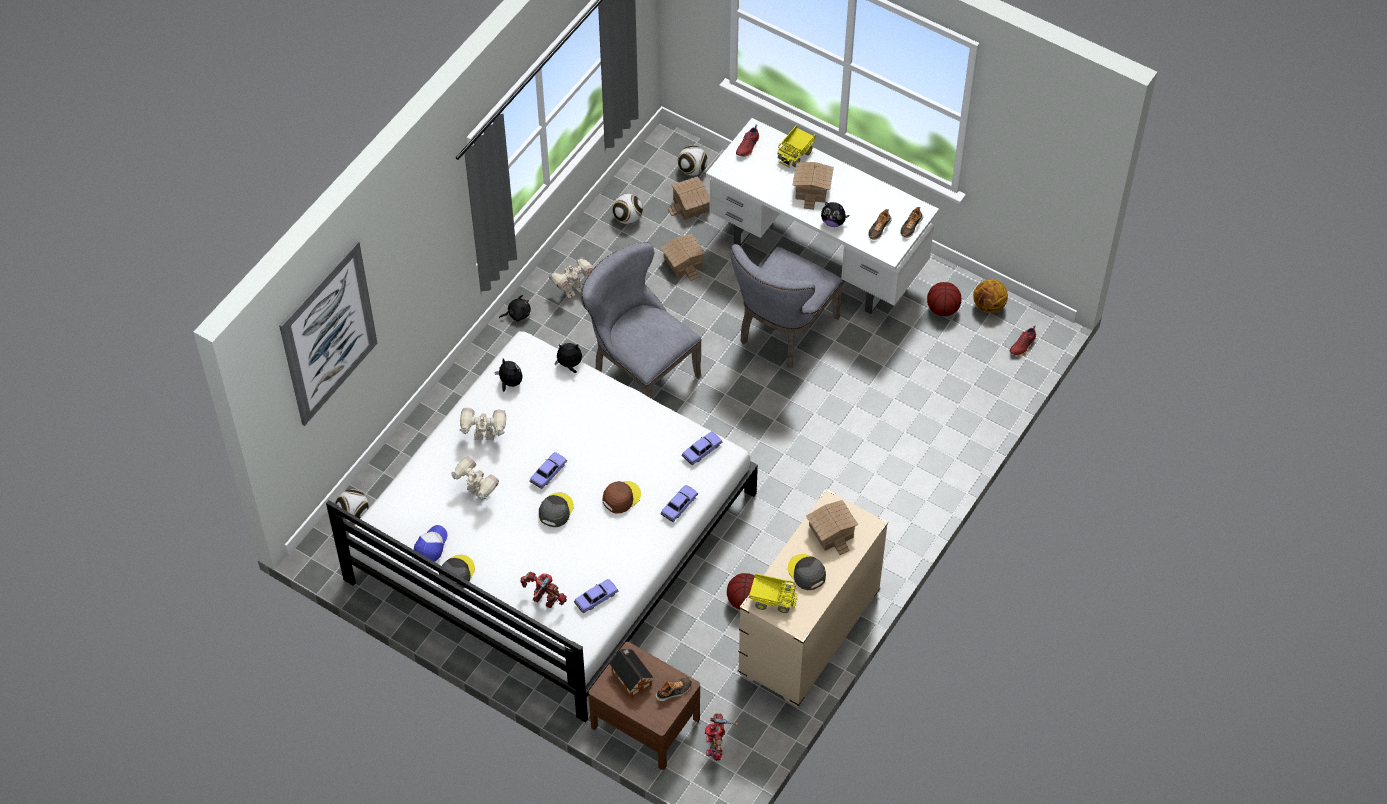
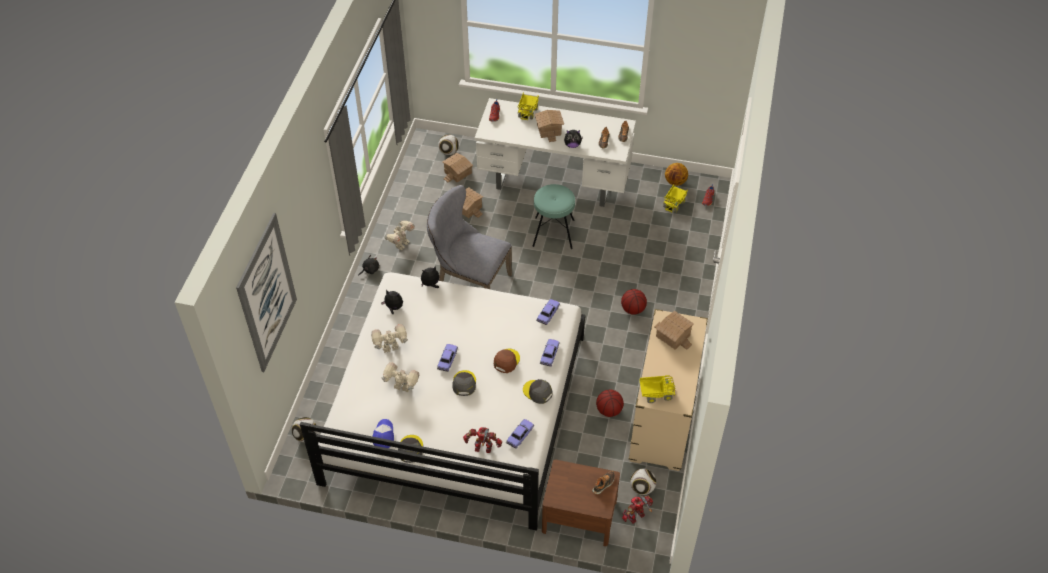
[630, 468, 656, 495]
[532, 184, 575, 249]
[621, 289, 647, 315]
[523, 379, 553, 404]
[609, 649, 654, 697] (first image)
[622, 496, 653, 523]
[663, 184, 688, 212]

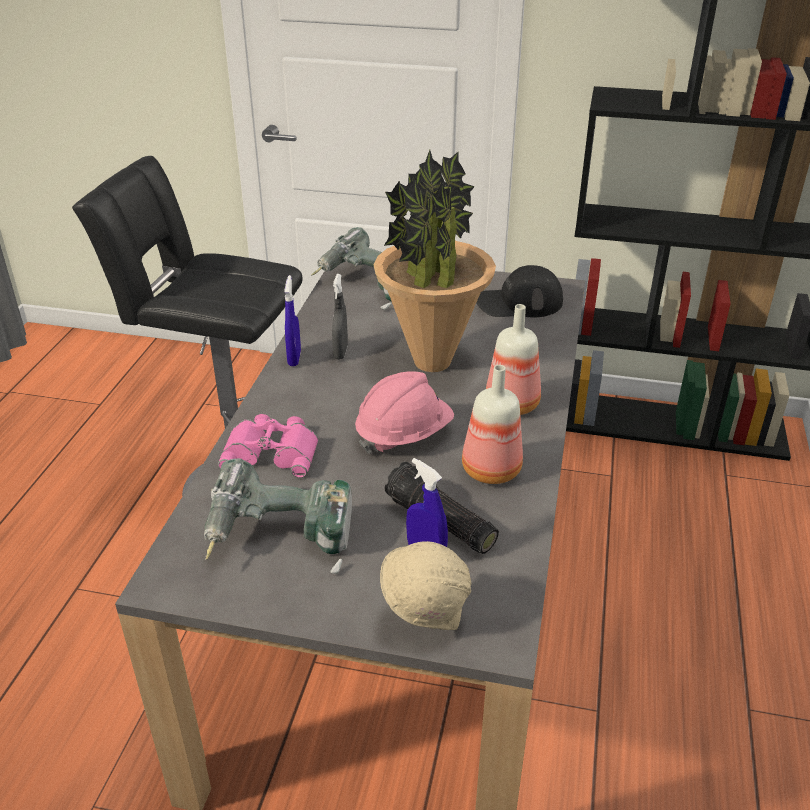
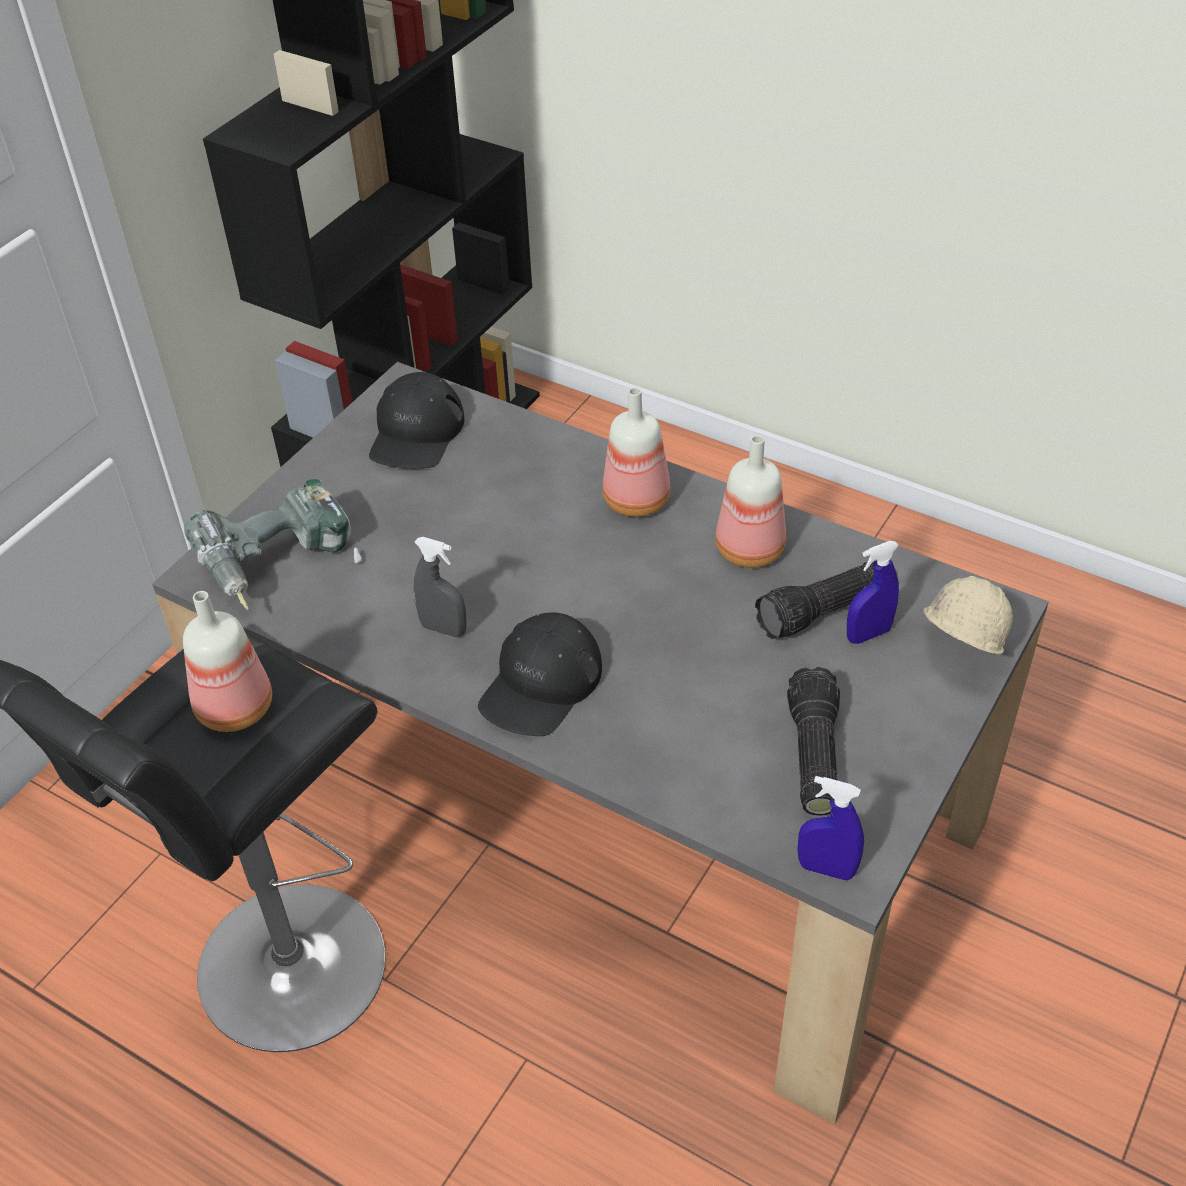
[374, 150, 496, 372] (first image)
[797, 776, 864, 881]
[355, 371, 454, 454] (first image)
[218, 414, 318, 478] (first image)
[787, 667, 840, 816]
[183, 591, 272, 732]
[478, 612, 602, 736]

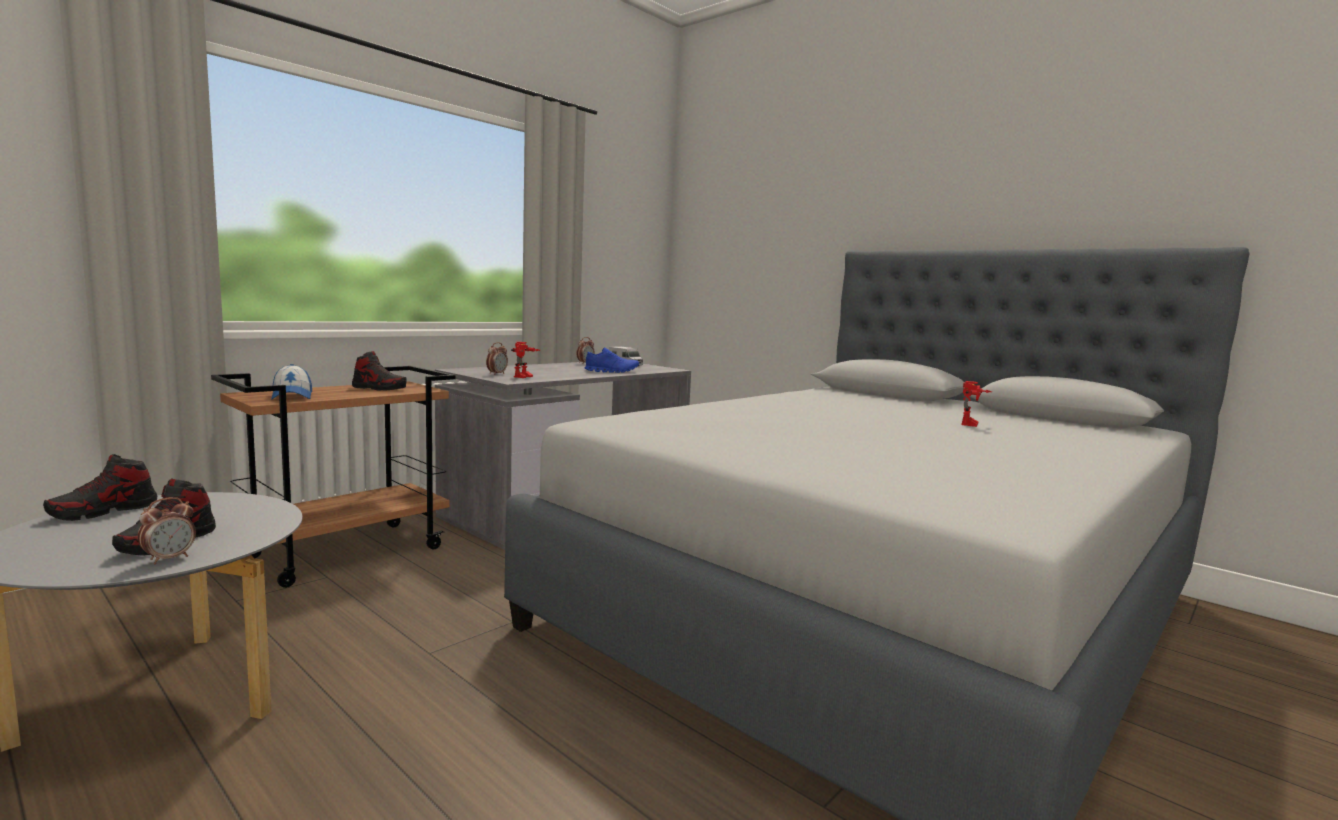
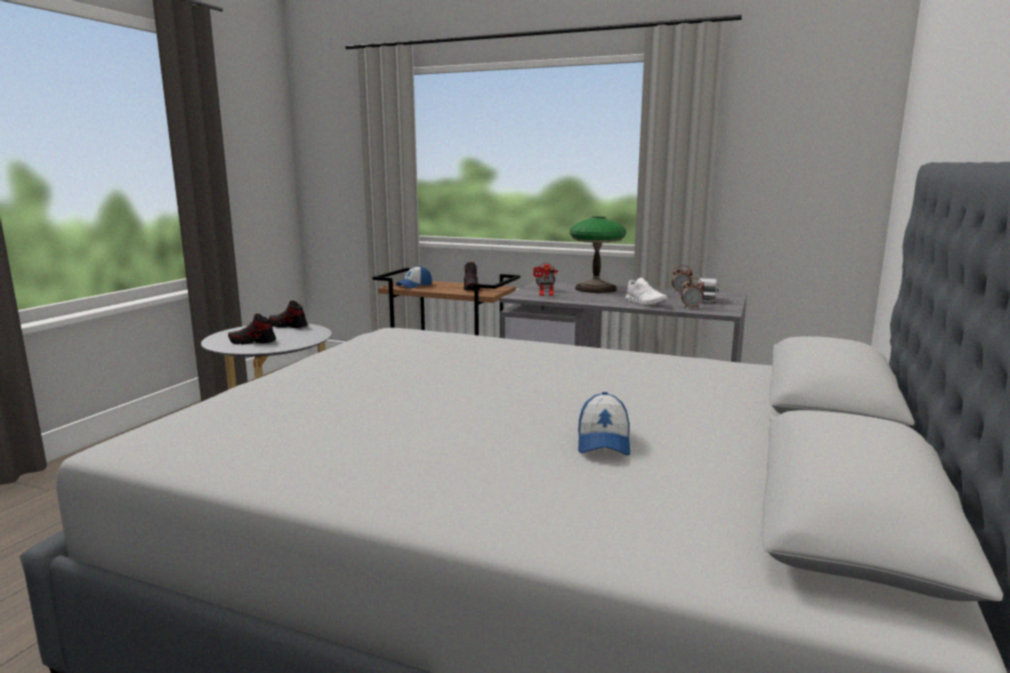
[625, 278, 667, 305]
[578, 392, 630, 455]
[681, 278, 705, 309]
[570, 217, 626, 293]

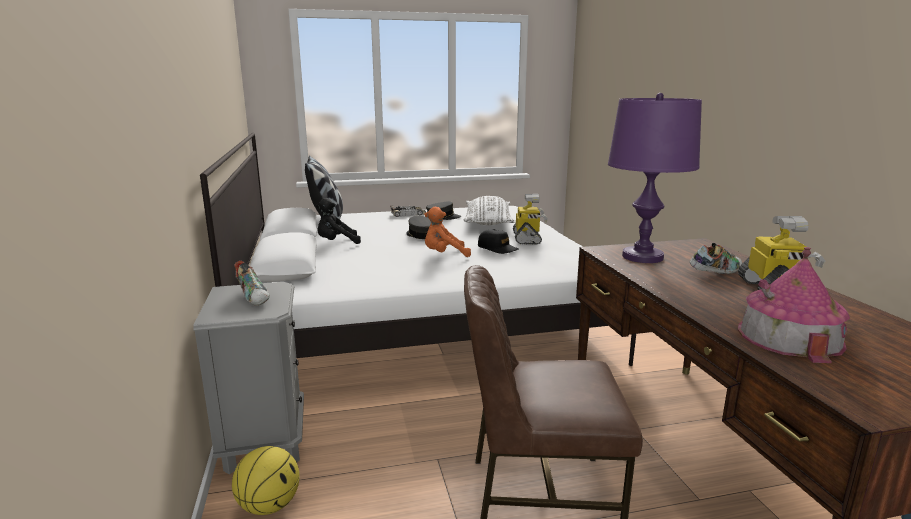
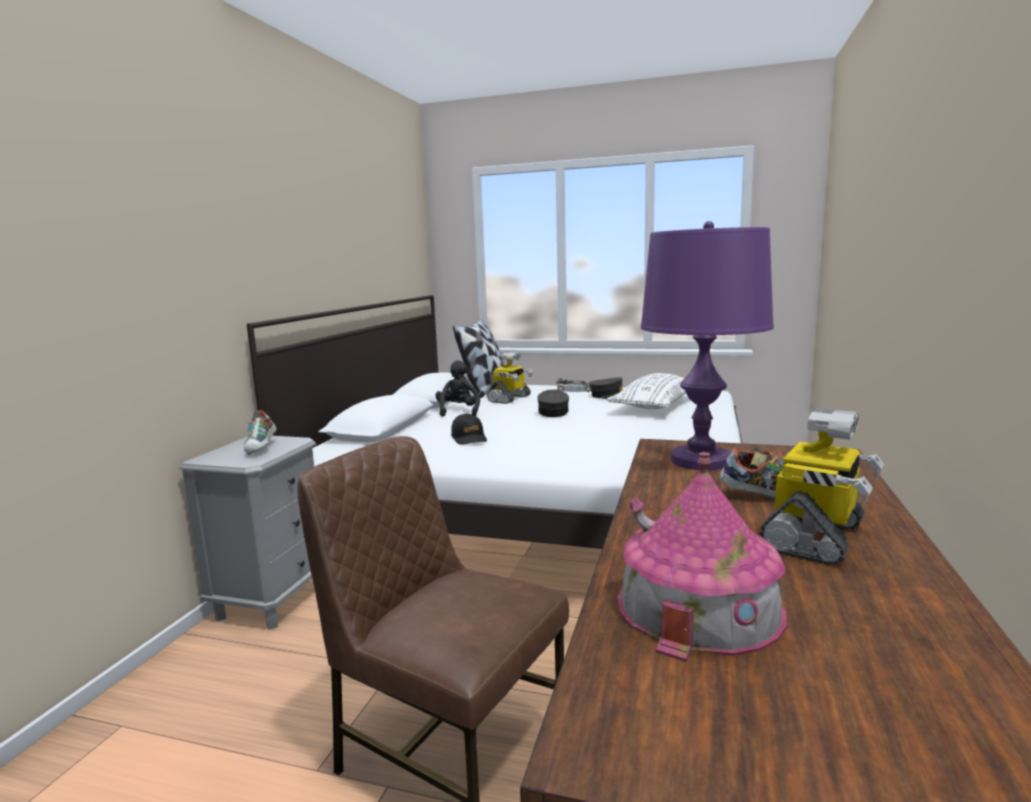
[487, 352, 533, 404]
[435, 360, 480, 417]
[424, 207, 471, 257] (first image)
[451, 414, 487, 445]
[232, 446, 300, 515] (first image)

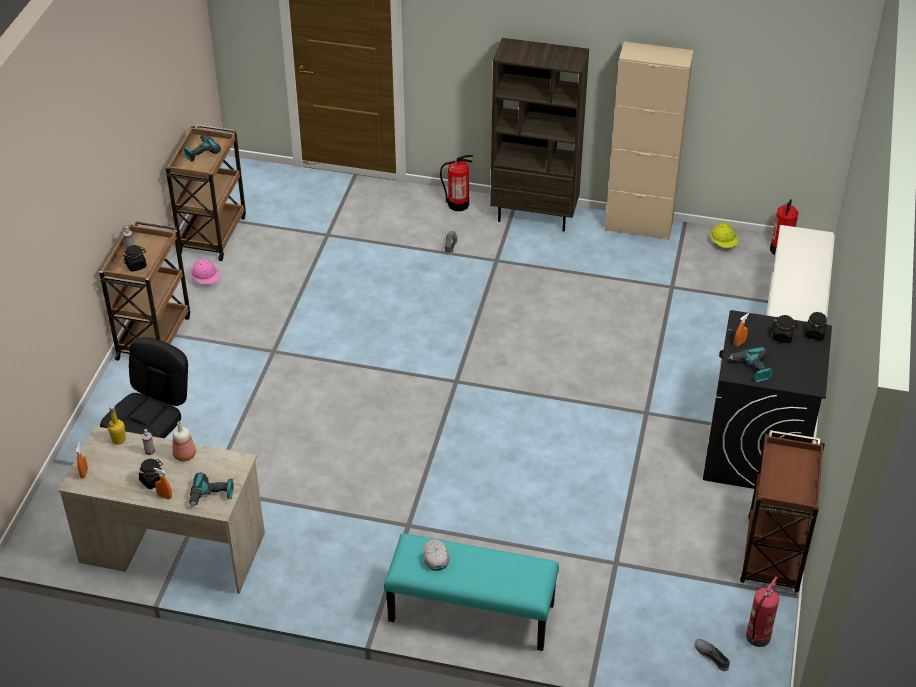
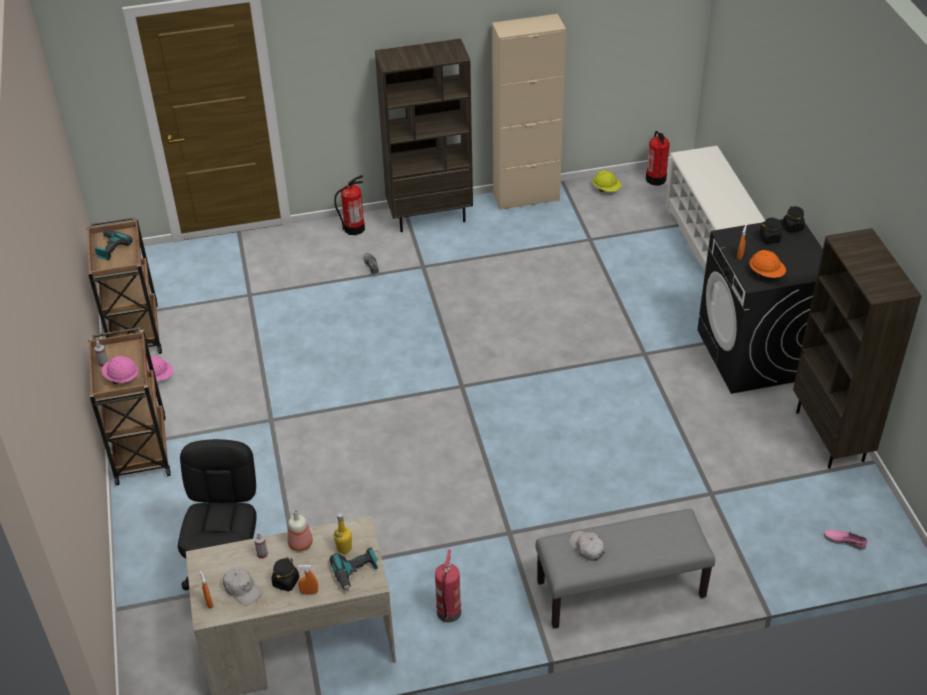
[102, 356, 138, 384]
[749, 250, 786, 278]
[334, 513, 352, 554]
[793, 228, 922, 469]
[535, 509, 715, 629]
[435, 550, 461, 623]
[824, 530, 867, 550]
[223, 568, 263, 606]

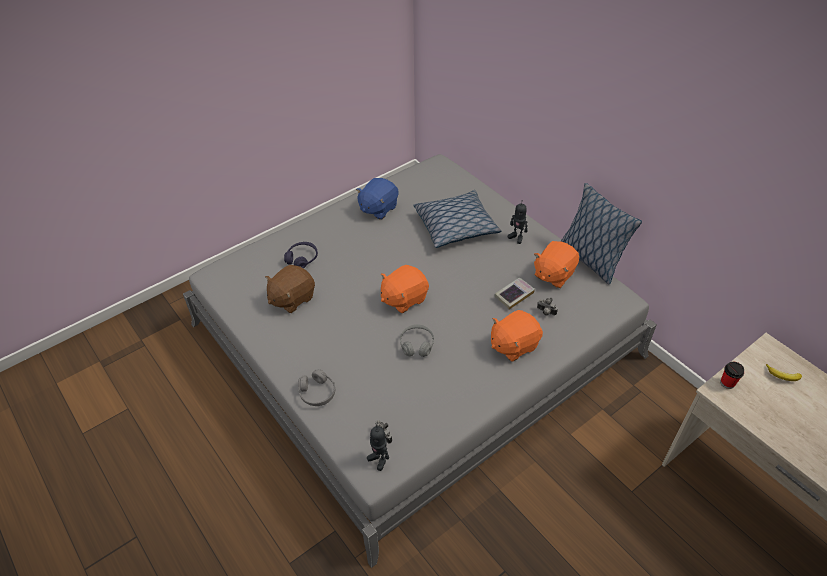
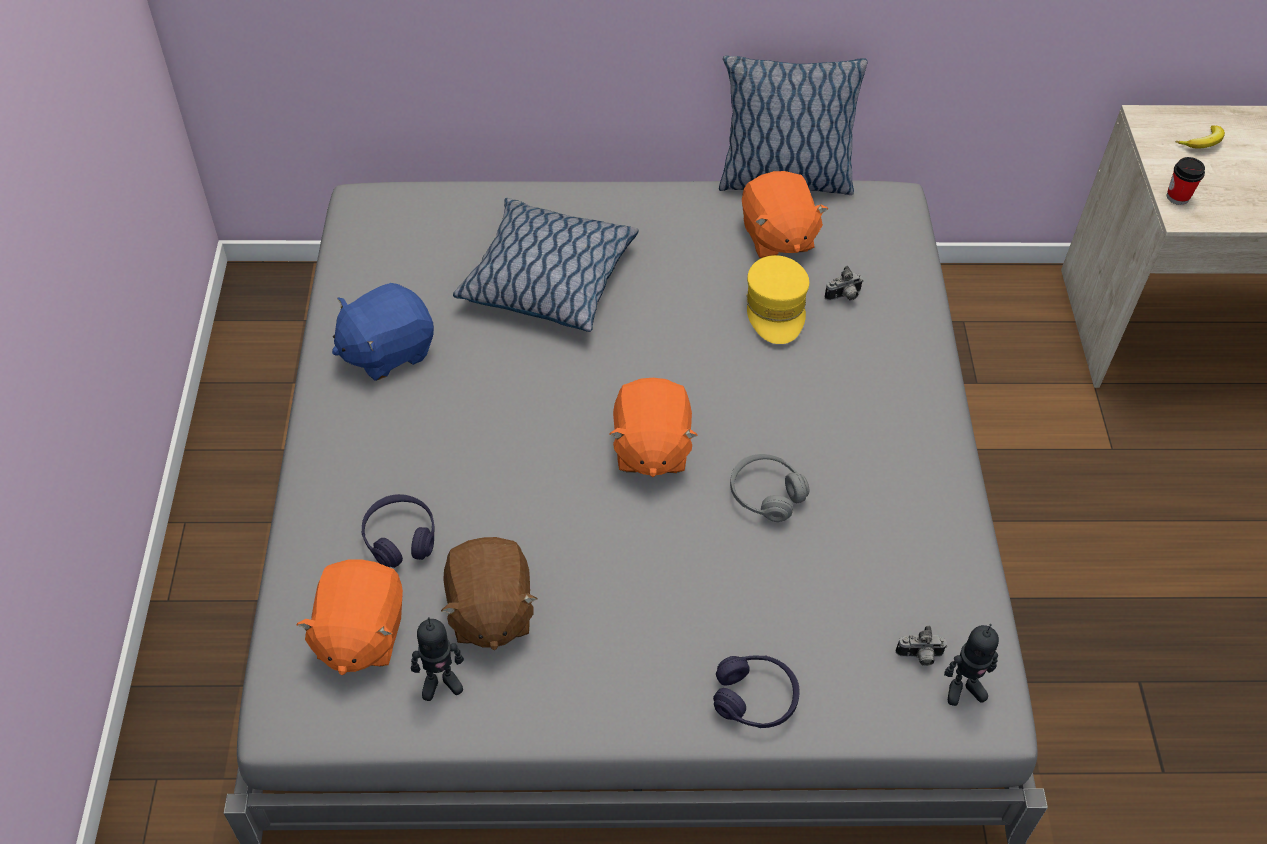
[332, 283, 434, 381]
[411, 617, 464, 701]
[746, 255, 809, 344]
[296, 560, 403, 675]
[713, 656, 800, 728]

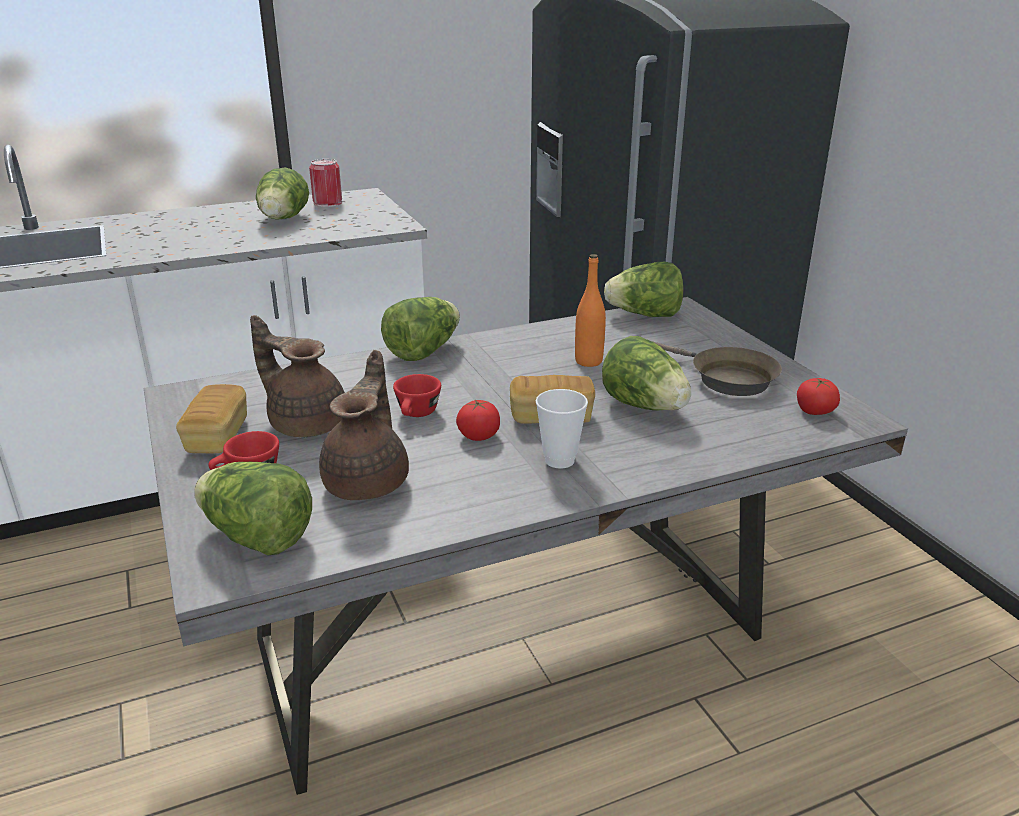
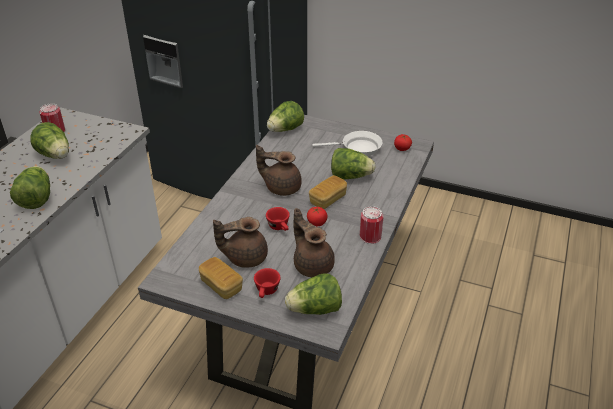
[575, 254, 606, 367] (first image)
[10, 166, 50, 209]
[312, 131, 382, 156]
[536, 389, 588, 468] (first image)
[256, 145, 302, 196]
[360, 206, 384, 244]

